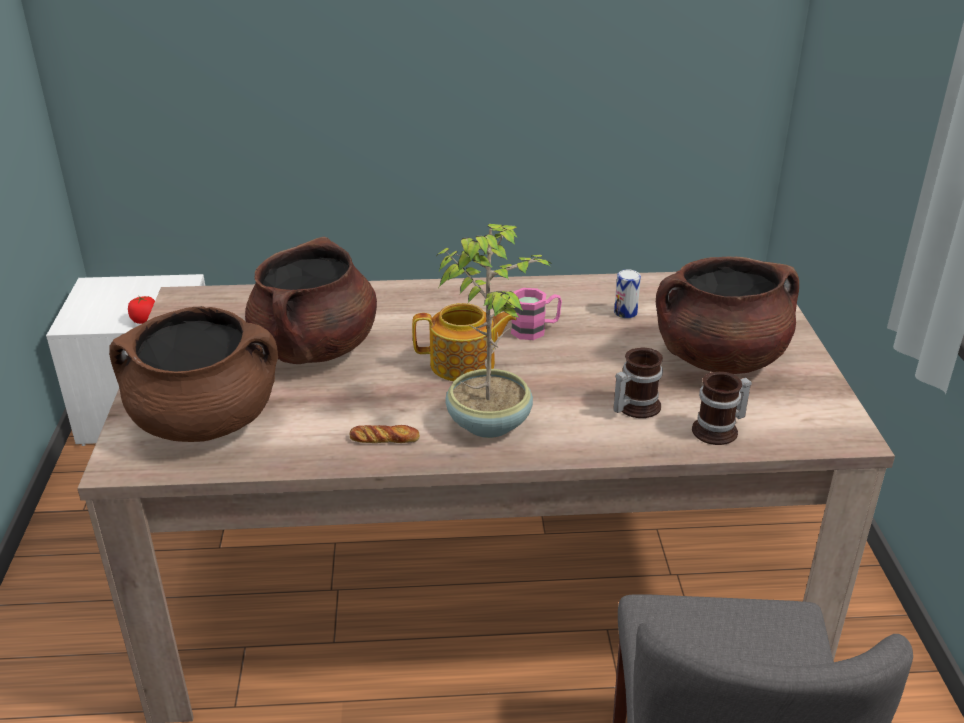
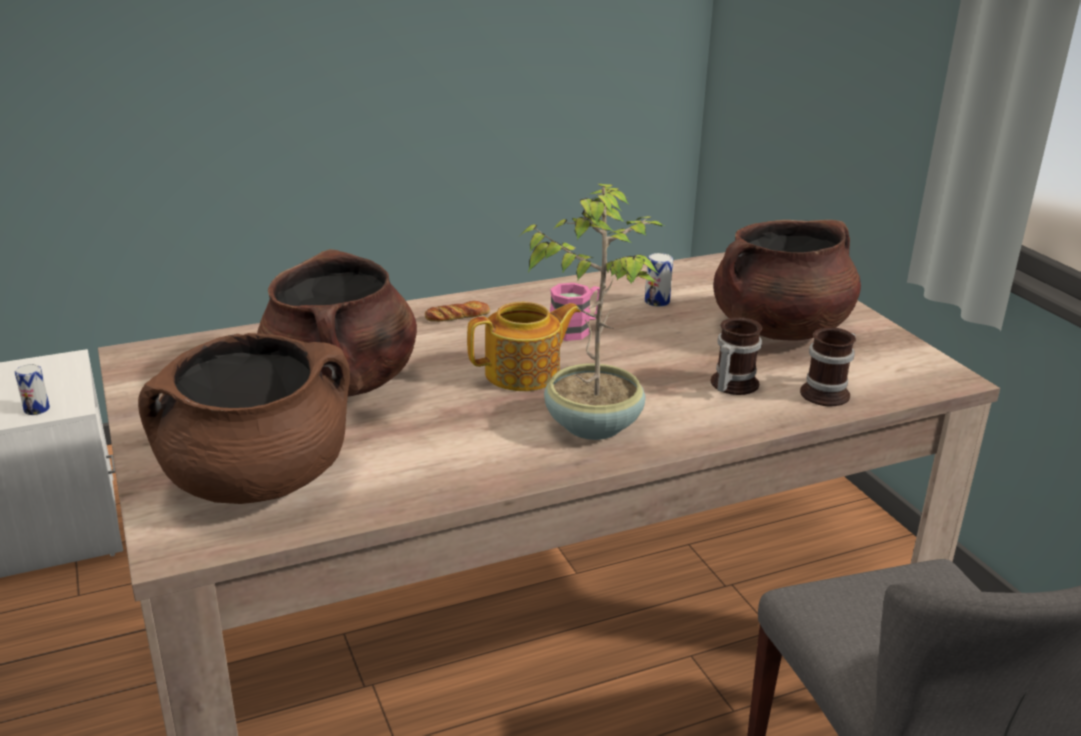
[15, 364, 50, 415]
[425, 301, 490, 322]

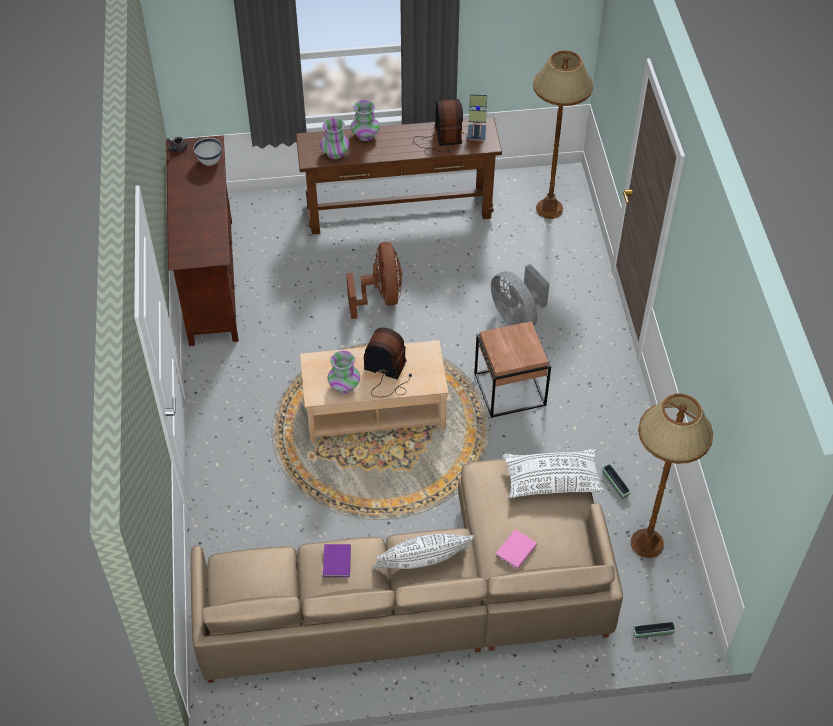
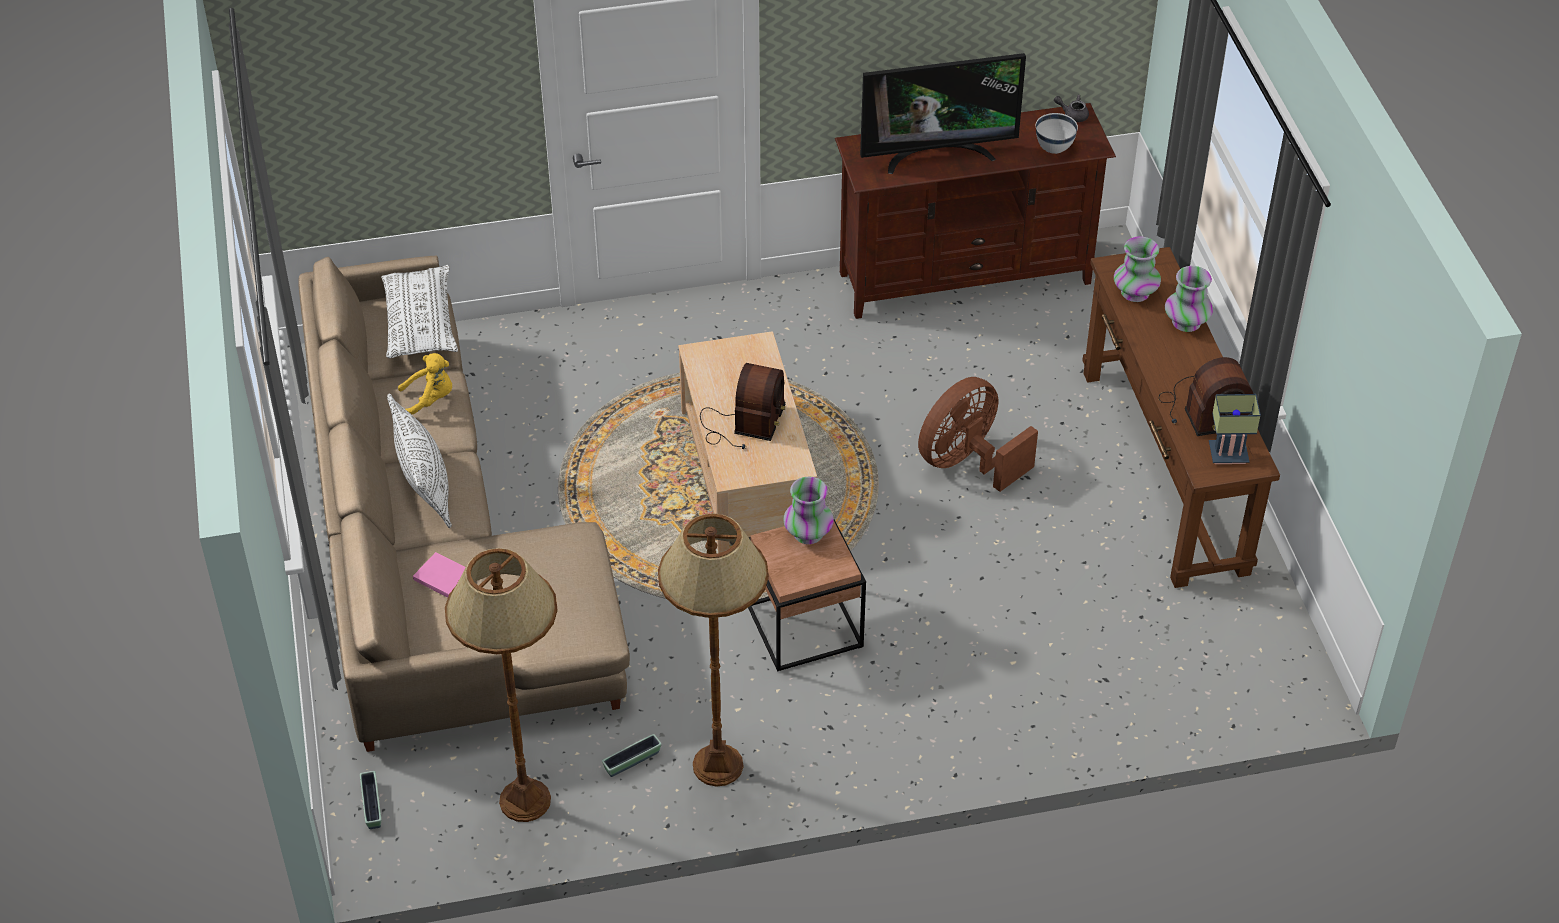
[658, 513, 769, 787]
[918, 377, 1038, 492]
[491, 264, 550, 326] (first image)
[783, 477, 834, 544]
[381, 265, 458, 358]
[398, 353, 452, 415]
[860, 53, 1026, 174]

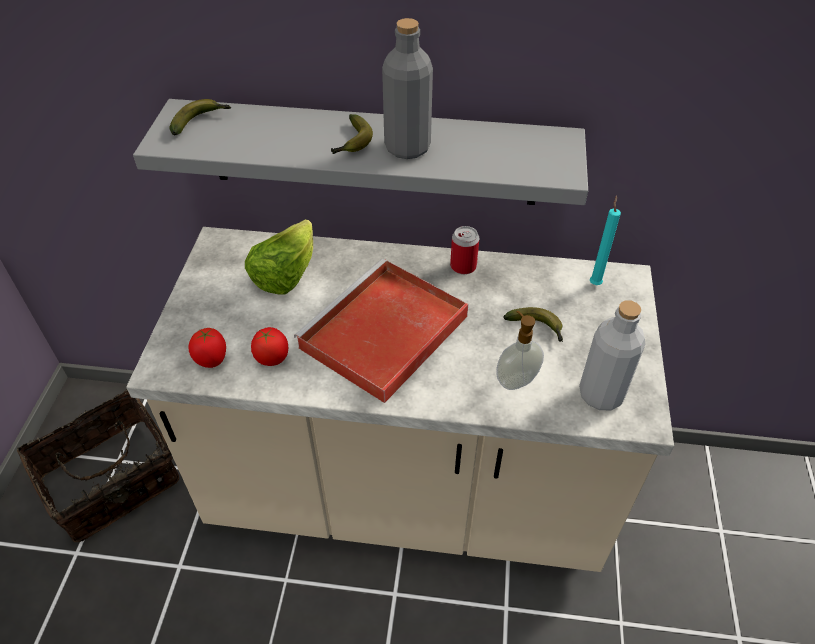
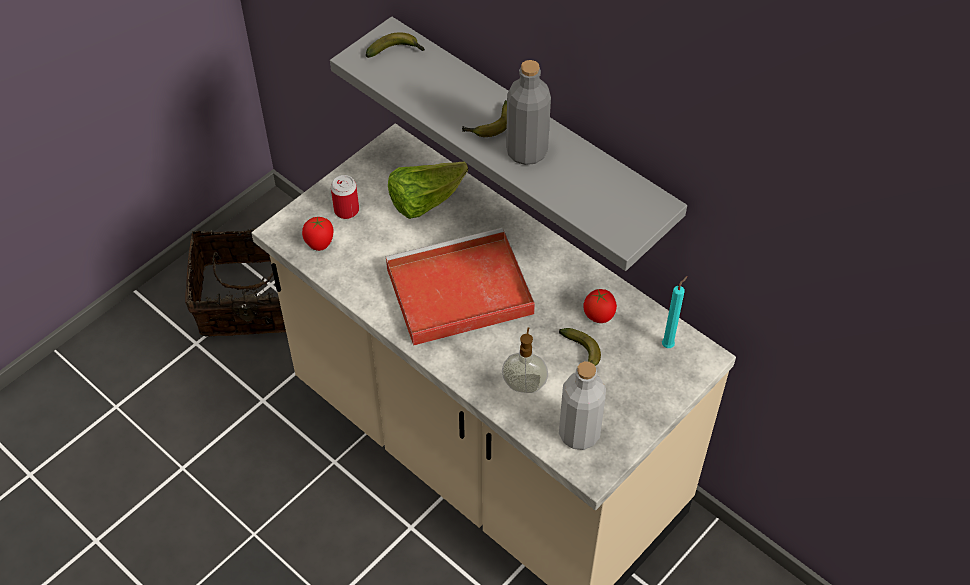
[331, 175, 359, 219]
[583, 289, 617, 323]

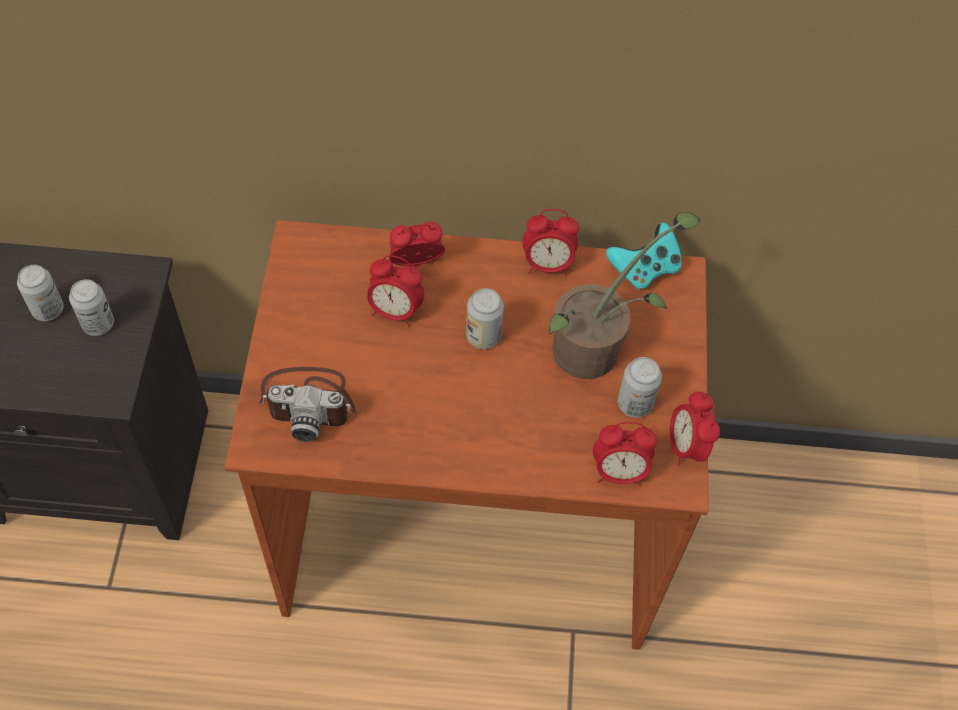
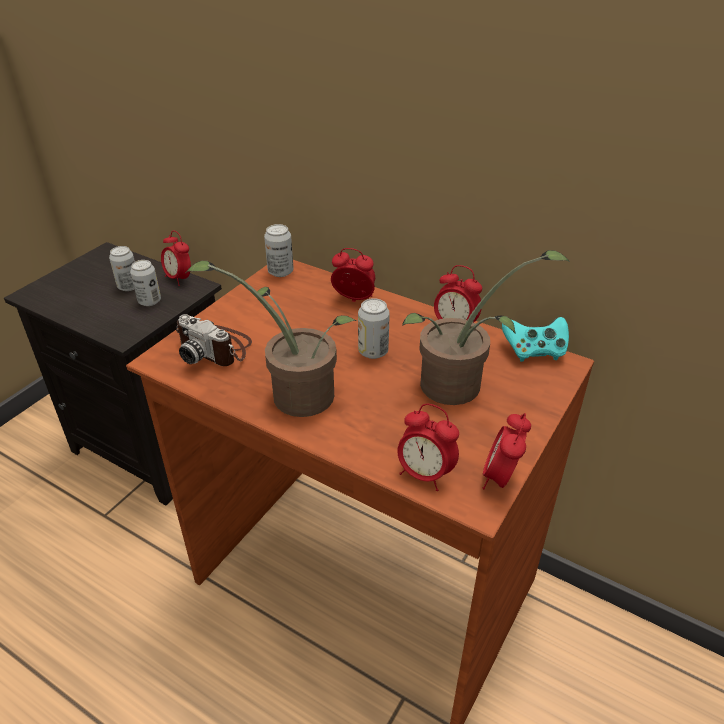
[161, 230, 191, 286]
[264, 224, 293, 277]
[186, 261, 356, 417]

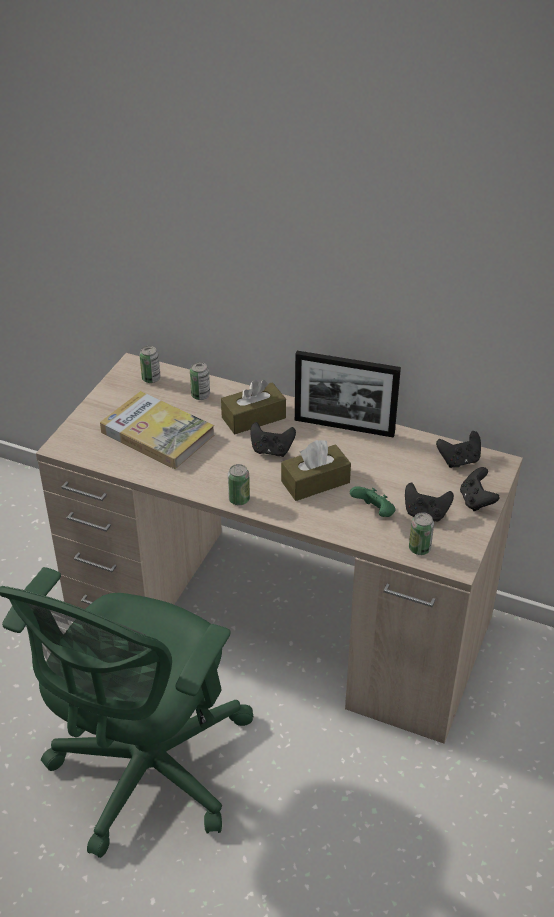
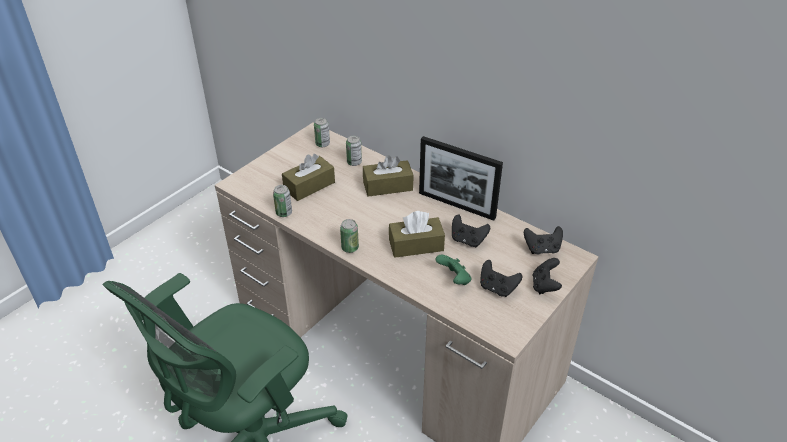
[282, 154, 335, 201]
[452, 214, 490, 247]
[273, 185, 292, 217]

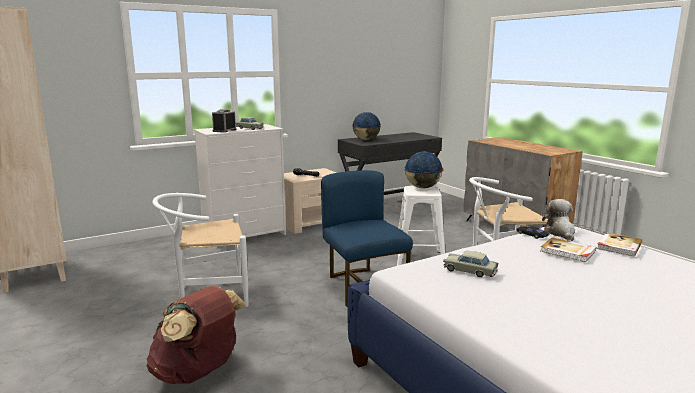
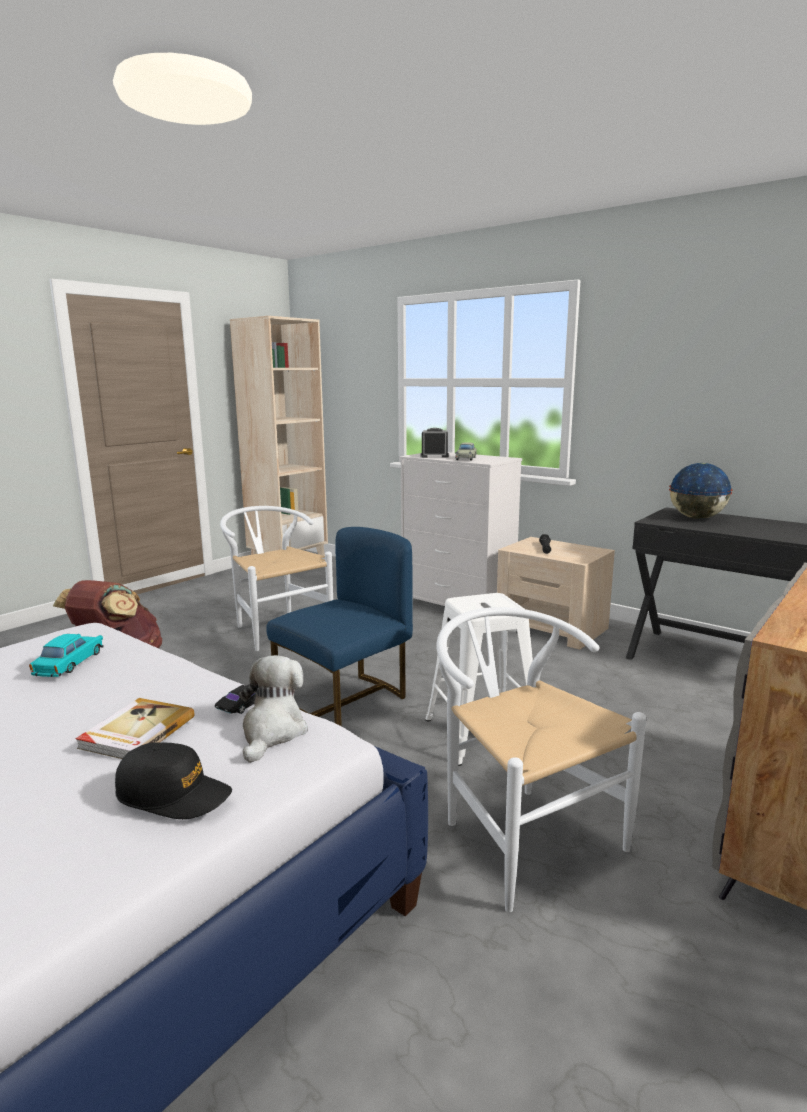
[404, 151, 443, 188] (first image)
[239, 655, 308, 763]
[115, 742, 232, 819]
[29, 634, 104, 677]

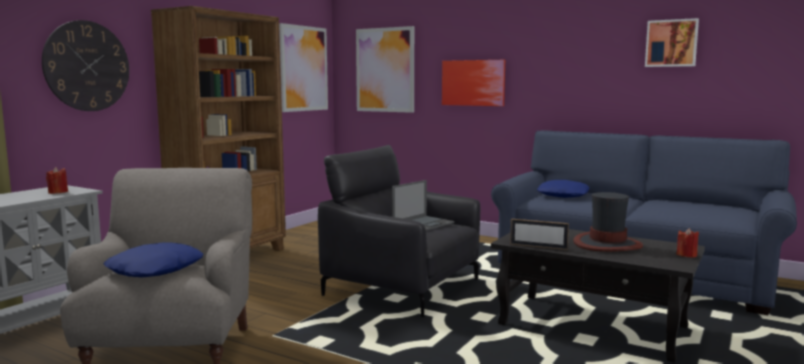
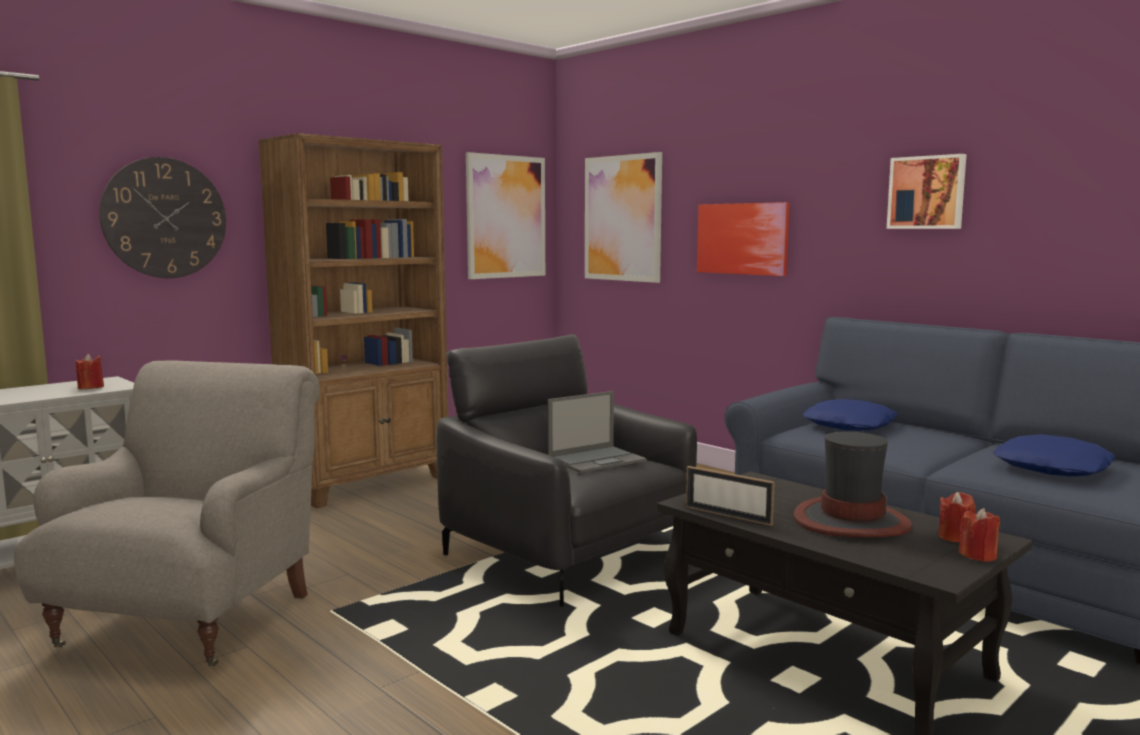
[887, 154, 967, 229]
[993, 434, 1116, 476]
[938, 492, 976, 543]

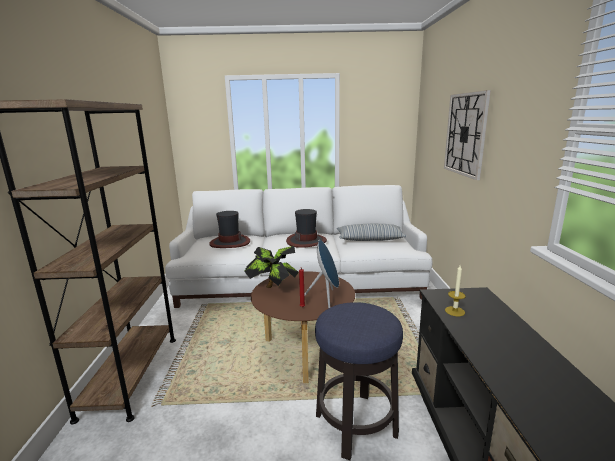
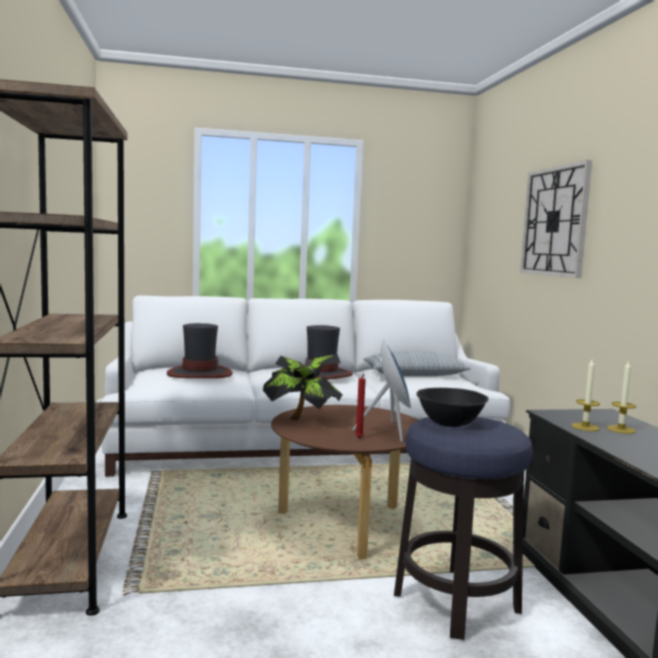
[607, 360, 636, 434]
[417, 388, 488, 427]

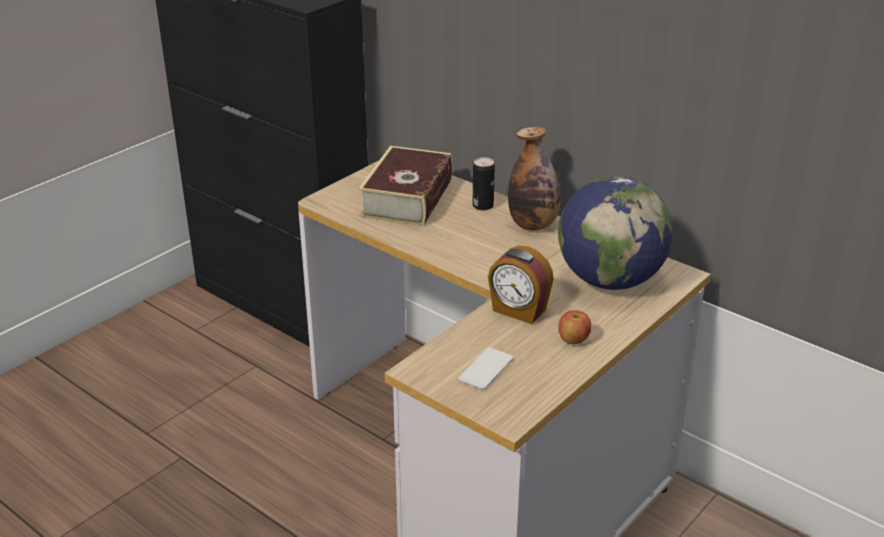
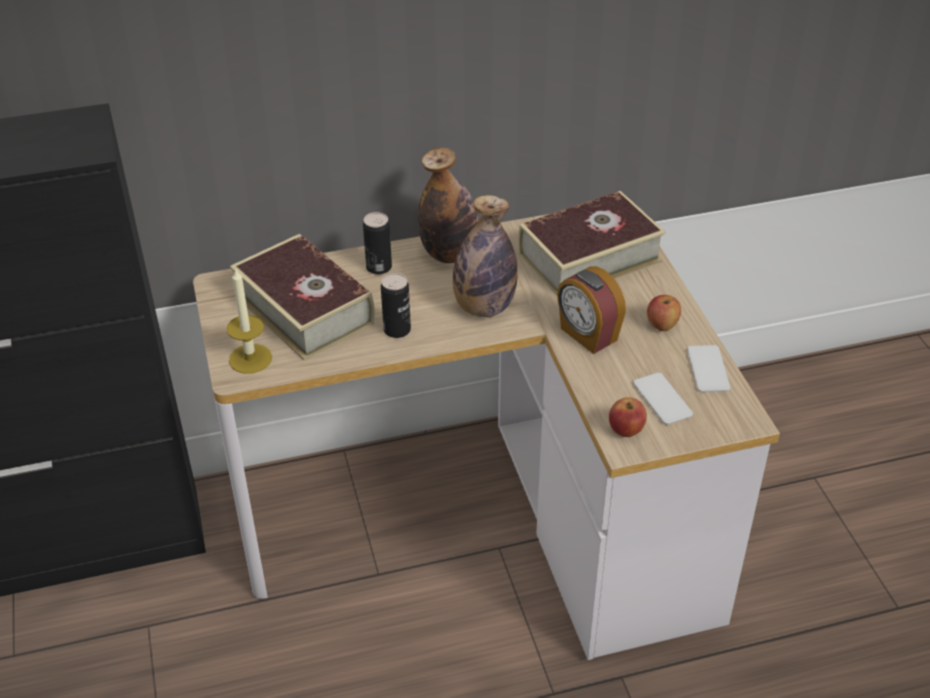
[518, 191, 666, 295]
[557, 266, 626, 354]
[453, 195, 518, 317]
[226, 268, 272, 374]
[381, 273, 411, 338]
[687, 345, 730, 392]
[609, 397, 647, 437]

